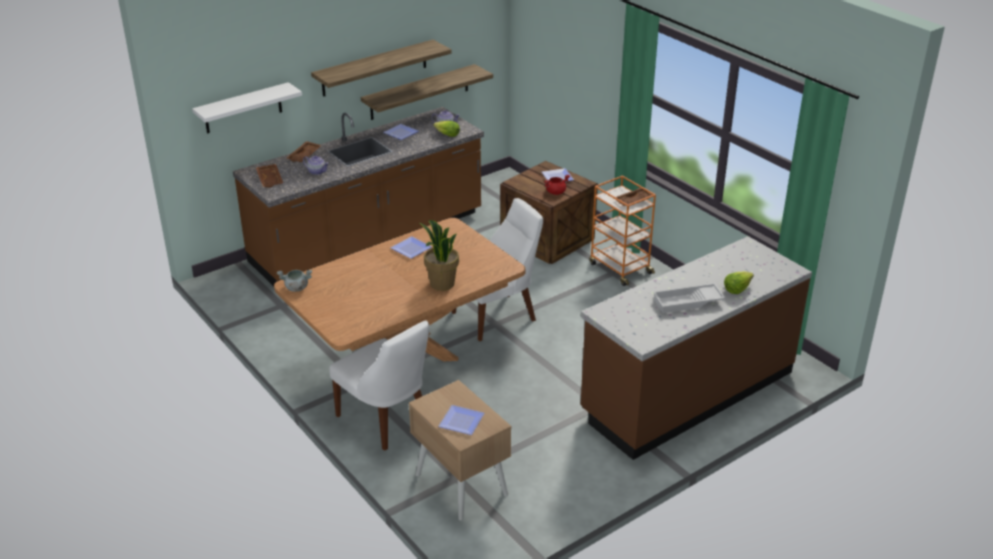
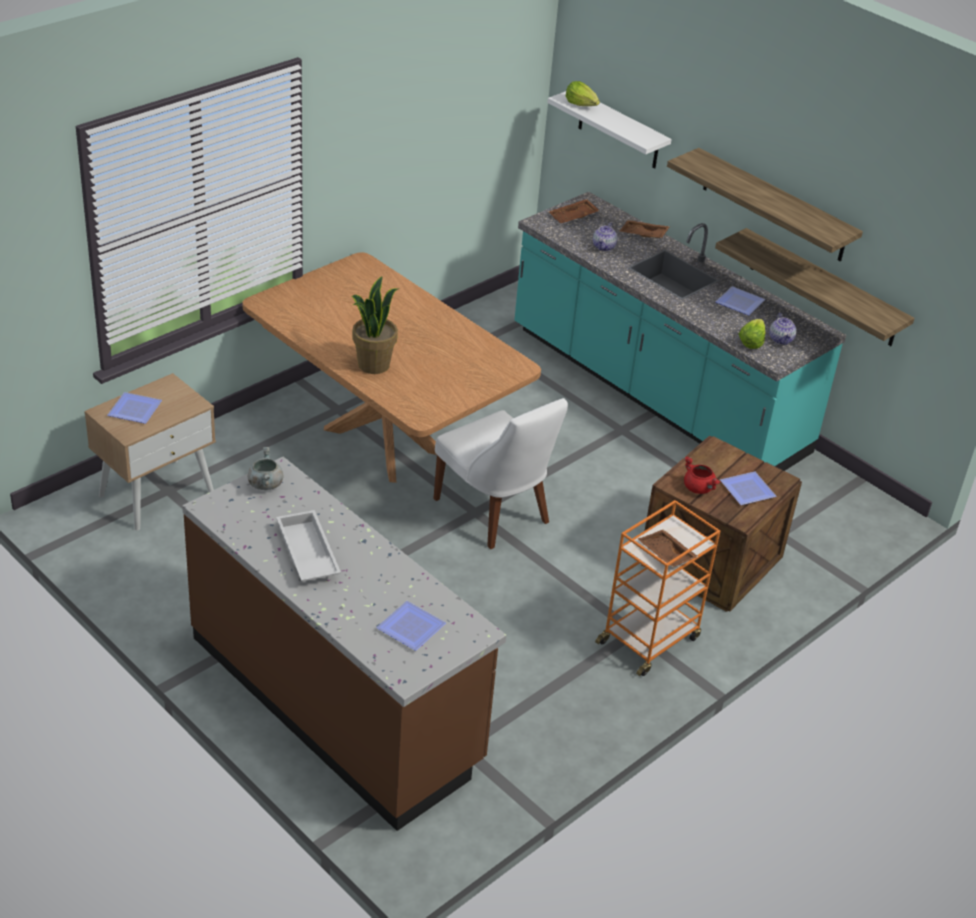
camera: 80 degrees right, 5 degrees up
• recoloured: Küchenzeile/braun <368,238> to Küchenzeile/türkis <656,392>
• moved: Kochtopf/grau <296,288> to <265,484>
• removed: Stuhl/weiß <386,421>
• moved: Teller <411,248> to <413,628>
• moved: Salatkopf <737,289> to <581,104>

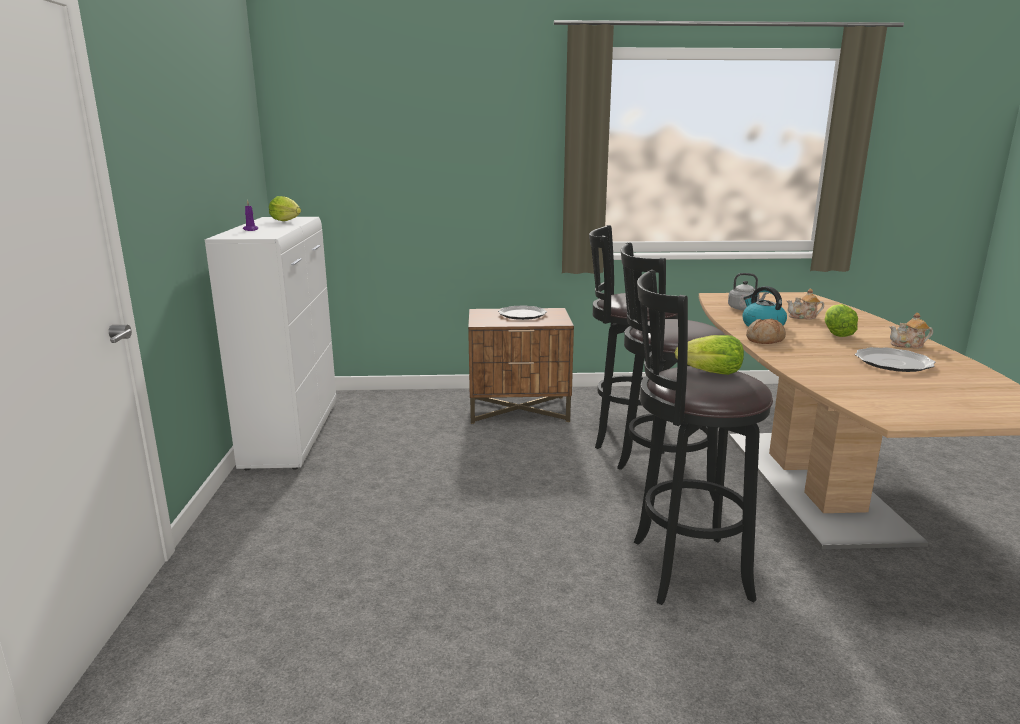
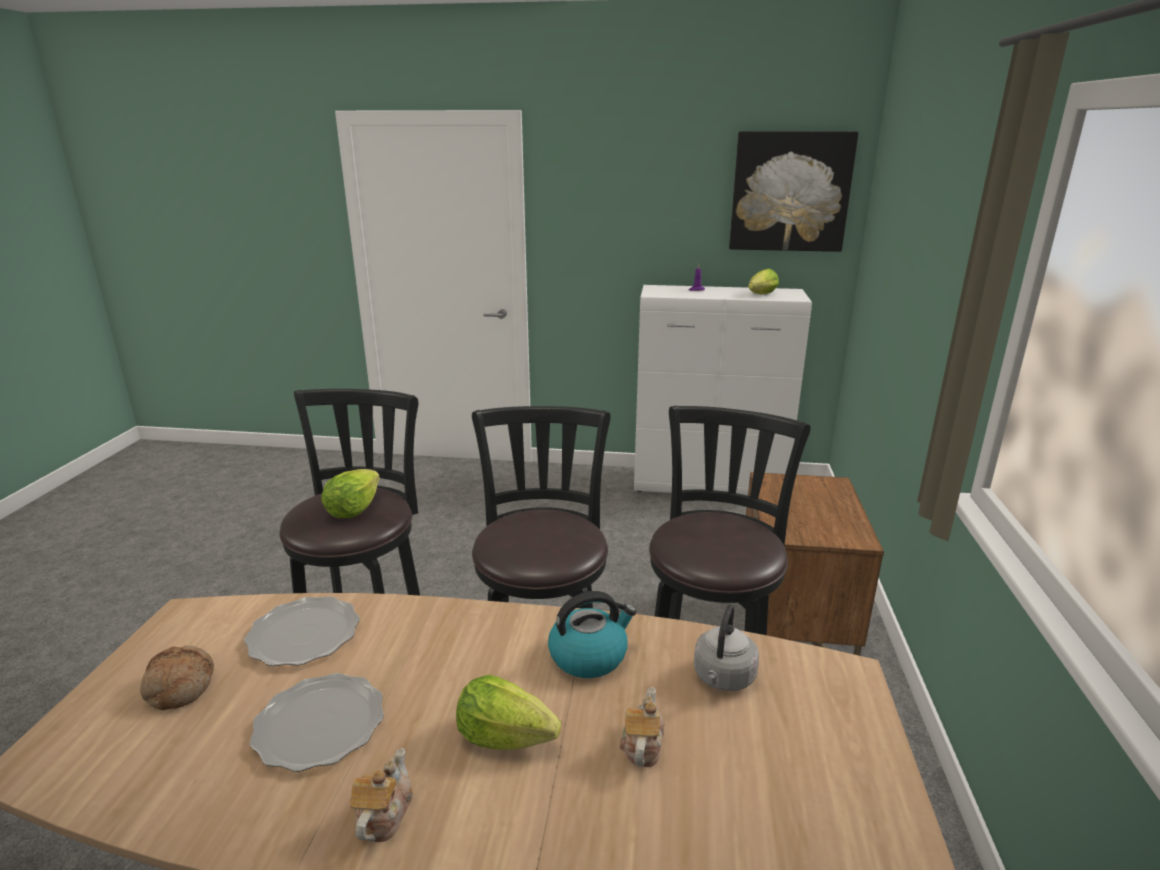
camera: 100 degrees right, 5 degrees up
• moved: Teller <522,315> to <303,635>
• moved: Brot <765,340> to <179,687>
• added: Bild <790,192>

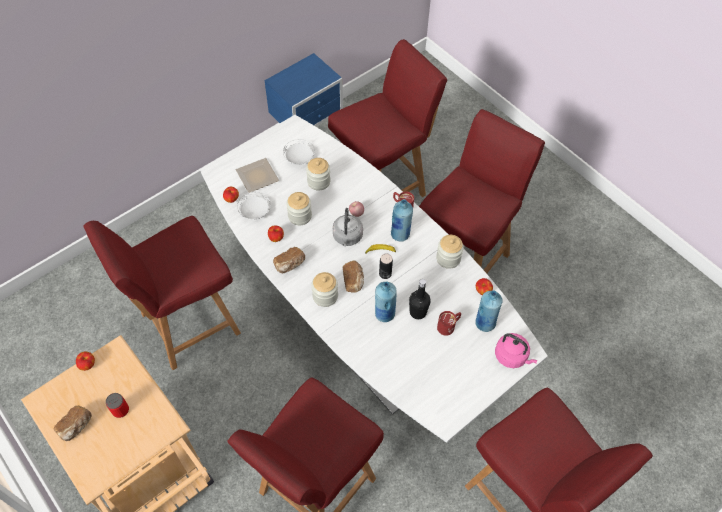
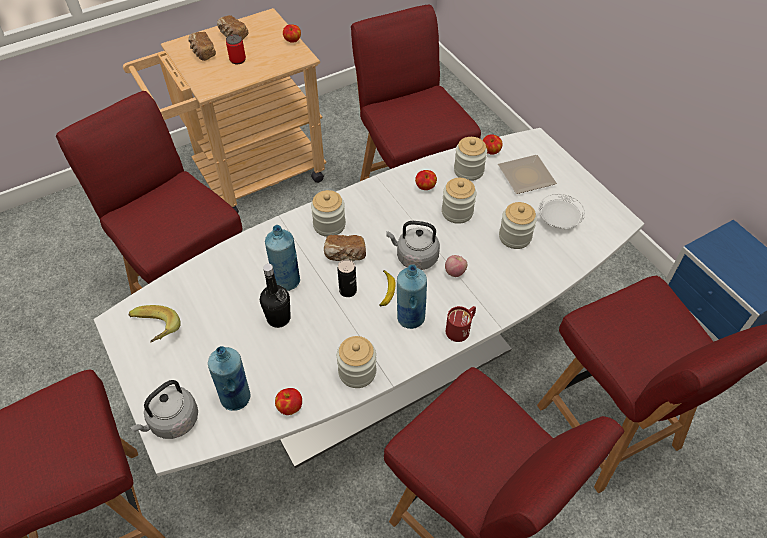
camera: 100 degrees right, 5 degrees down
• replaced: Teller/weiß <254,212> to Vorratsglas <468,170>
• moved: Brot <290,265> to <202,53>
• removed: Henkelbecher/rot <449,326>
• recoloured: Wasserkessel/rosa <512,356> to Wasserkessel/grau <172,421>
• added: Banane <154,333>

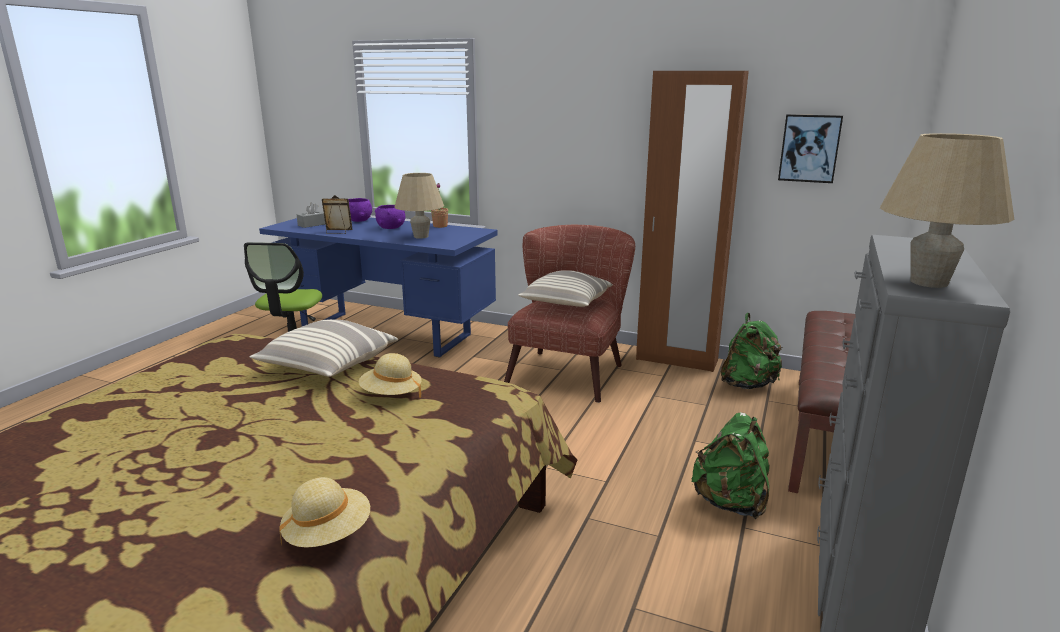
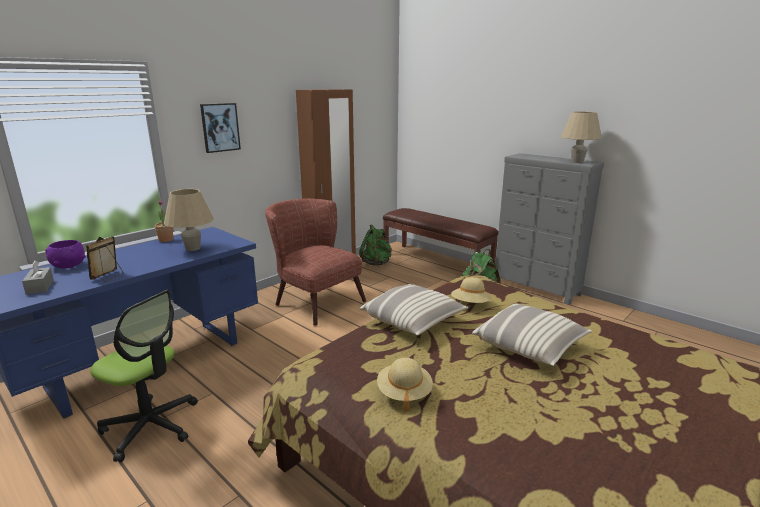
camera: 70 degrees left, 0 degrees up
• moved: Hut/beige <328,534> to <404,393>
• removed: Schüssel/lila <391,228>
• moved: Kissen <566,303> to <530,346>
• moved: Bild <809,148> to <220,127>

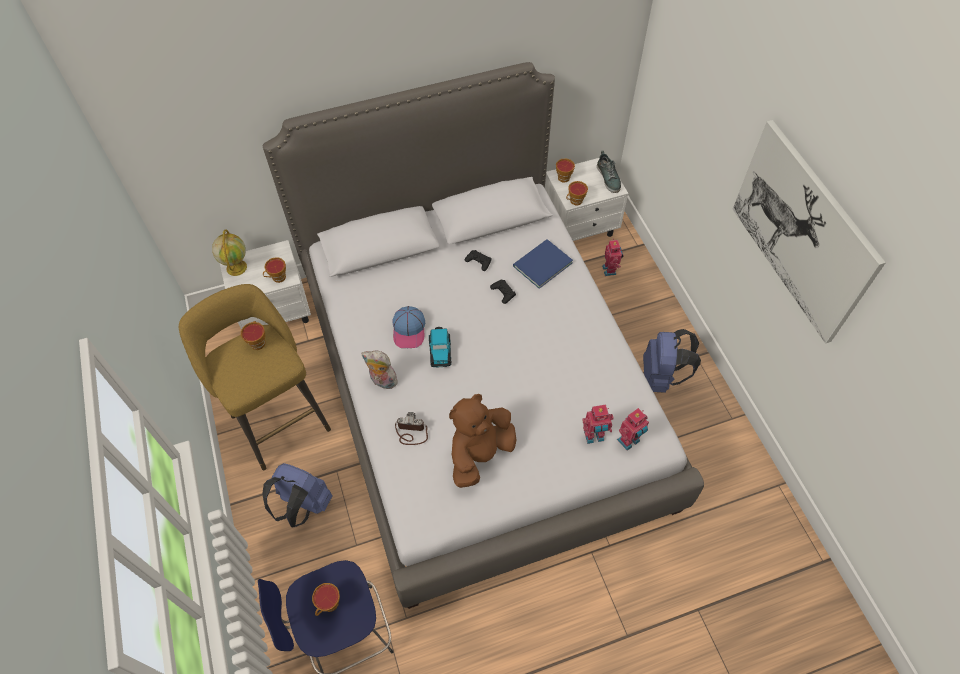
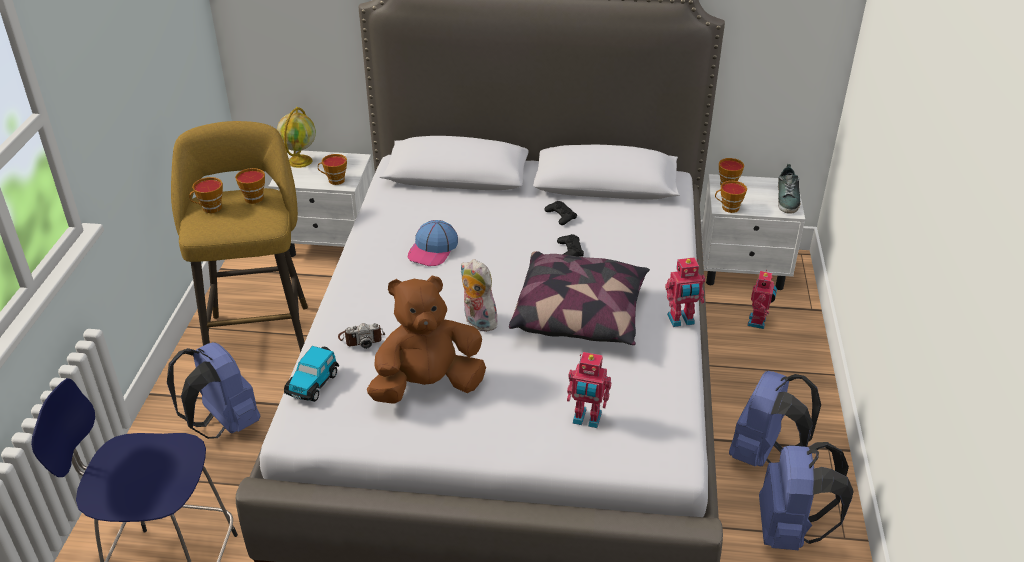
camera: 25 degrees right, 20 degrees down
• moved: Tasse <328,605> to <209,209>
• moved: Plüschtier <382,381> to <477,321>
• turned: Kamera <411,432> = <362,338> 135 degrees clockwise
• moved: Spielzeugauto <440,352> to <313,383>
• removed: Buch/blau <540,264>
• moved: Spielzeugroboter <629,441> to <681,320>
• removed: Bild <802,231>
• added: Kissen <580,315>
• added: Rucksack/blau <790,531>

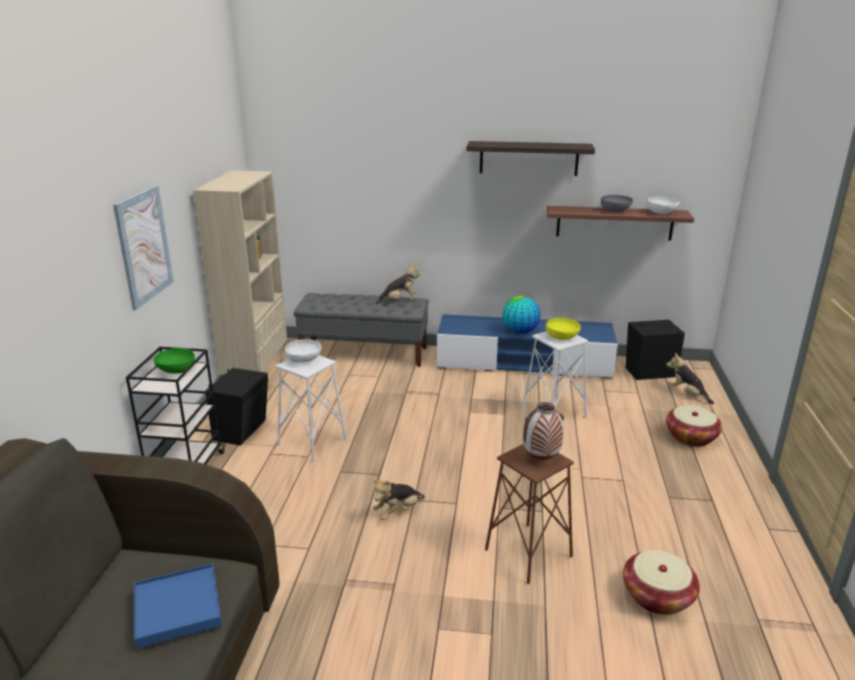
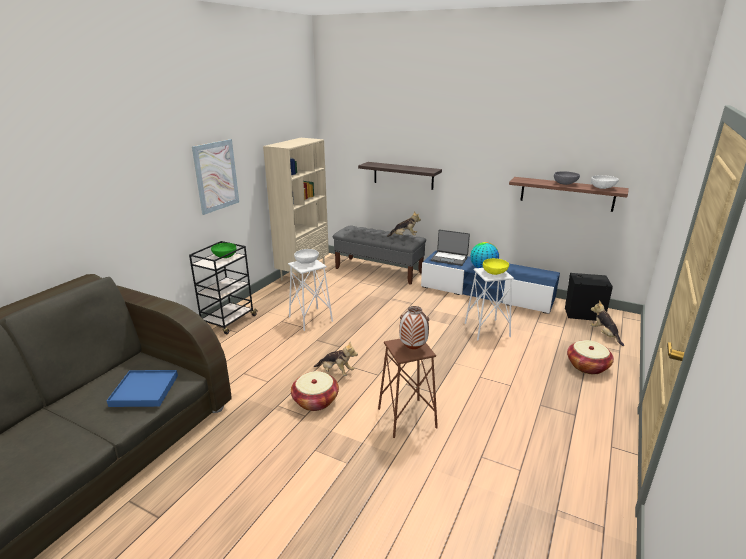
camera: 20 degrees right, 0 degrees up
• removed: Lautsprecher/schwarz <243,430>
• turned: Plüschtier <397,512> = <336,372> 135 degrees counterclockwise
• moved: Wandregal <528,158> to <403,175>
• moved: Korb <657,596> to <315,401>
• added: Laptop <449,259>

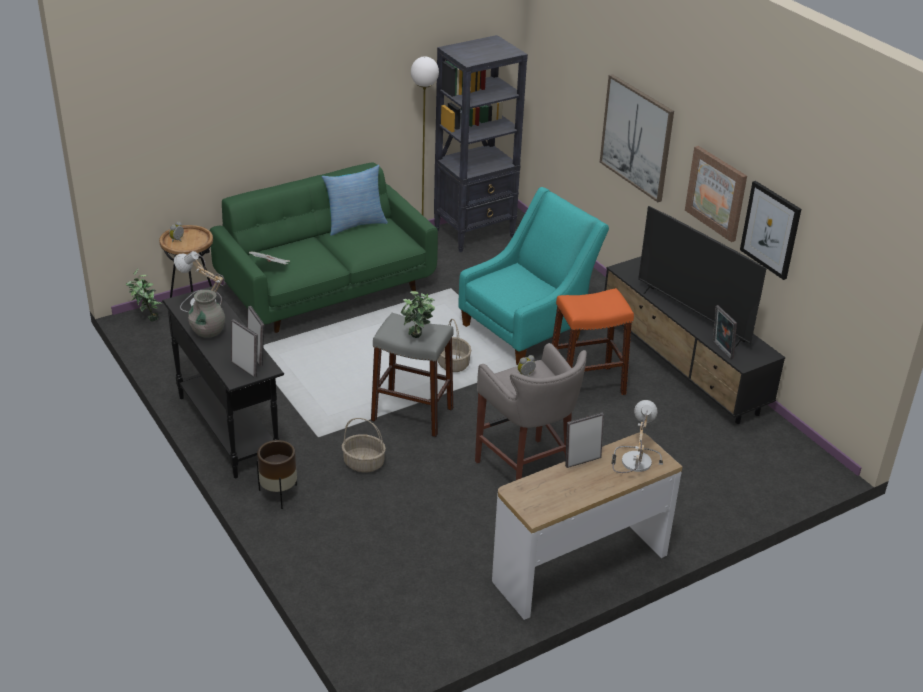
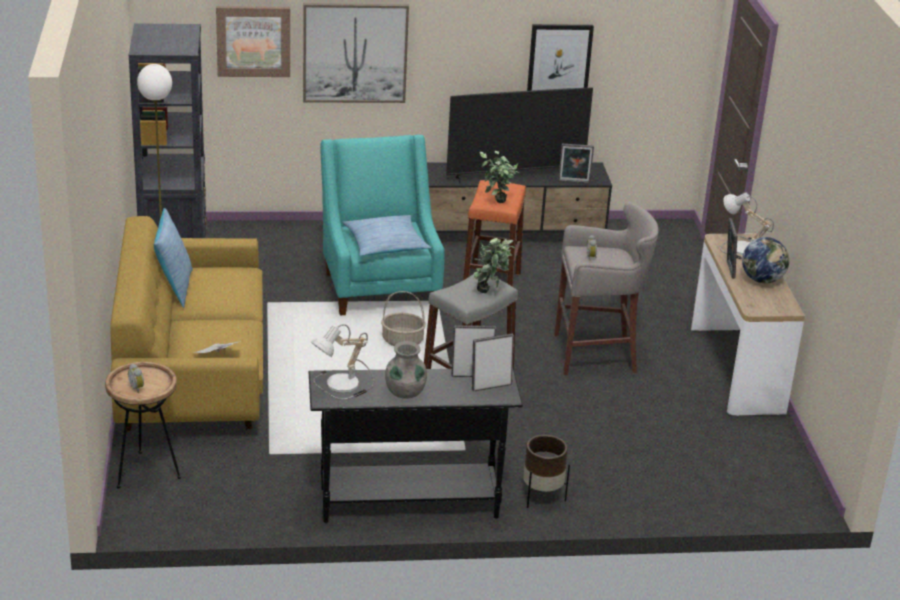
camera: 65 degrees left, 5 degrees down
• moved: Topfpflanze <147,319> to <497,204>
• recoloured: Sofa/grün <327,288> to Sofa/gelb <192,374>
• removed: Korb <363,463>
• moved: Bild <716,193> to <253,41>
• added: Kissen <385,244>
• added: Globus <762,280>

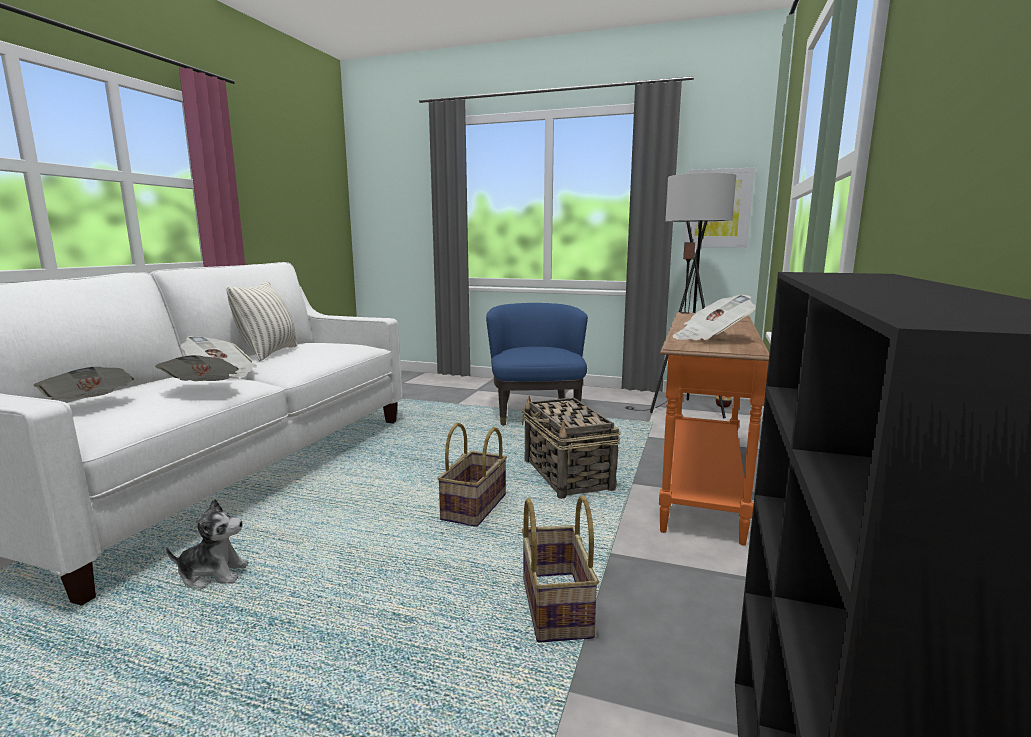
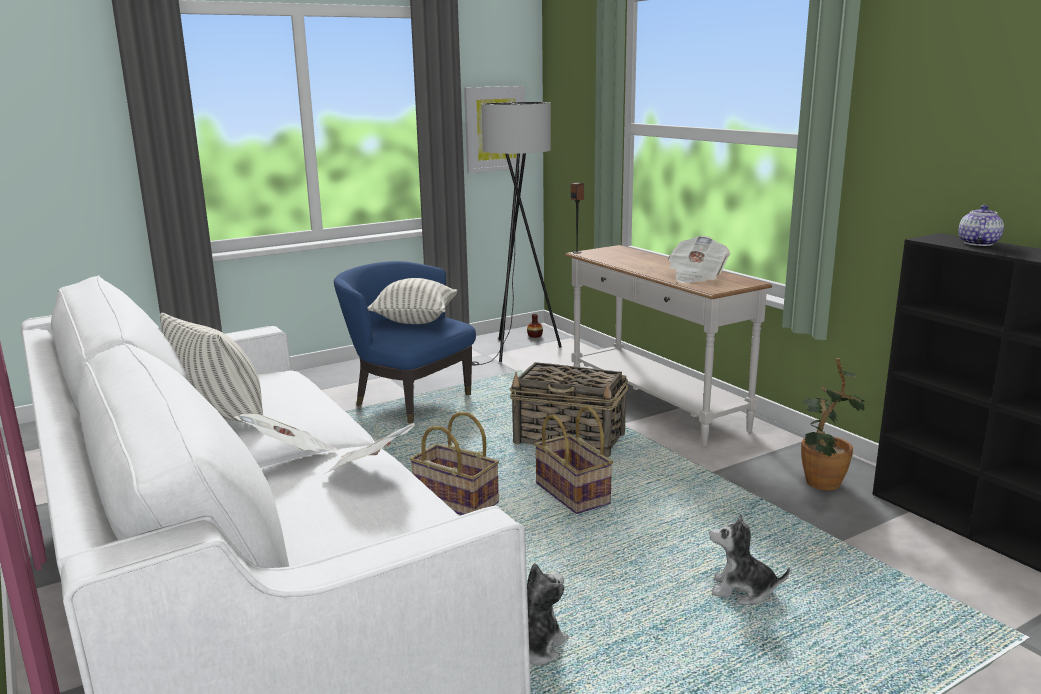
camera: 50 degrees left, 5 degrees up
• removed: Zeitung <91,405>
• moved: Korb <554,606> to <454,502>
• recoloured: Konsolentisch/orange <700,483> to Konsolentisch/weiß <654,405>
• added: Kissen <415,320>
• added: Plüschtier <742,590>
• added: Topfpflanze <819,486>
• added: Teekanne <978,243>

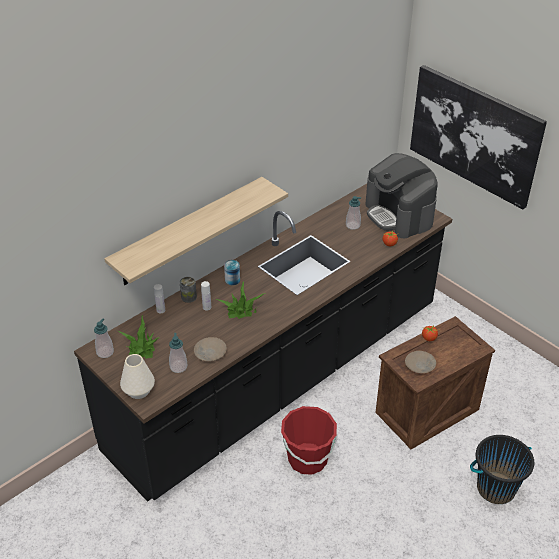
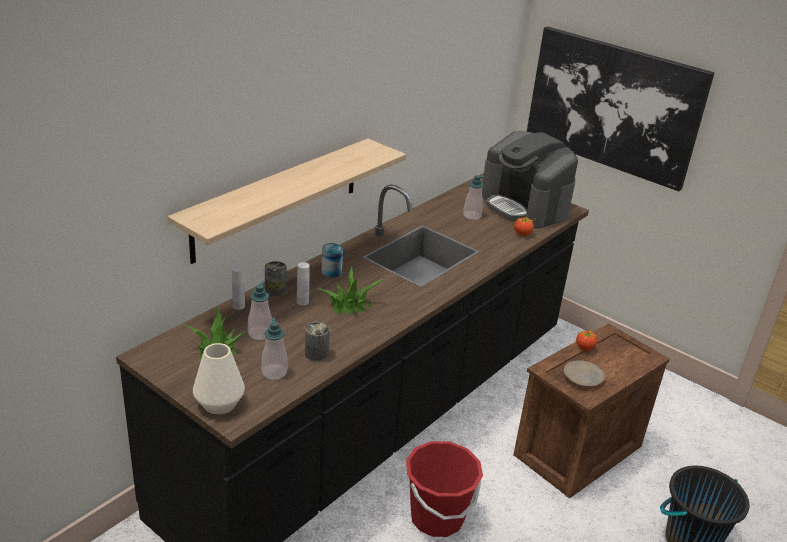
camera: 10 degrees left, 10 degrees down
• moved: Seifenspender <105,352> to <260,333>
• replaced: Teller/beige <210,352> to Dose <316,354>

